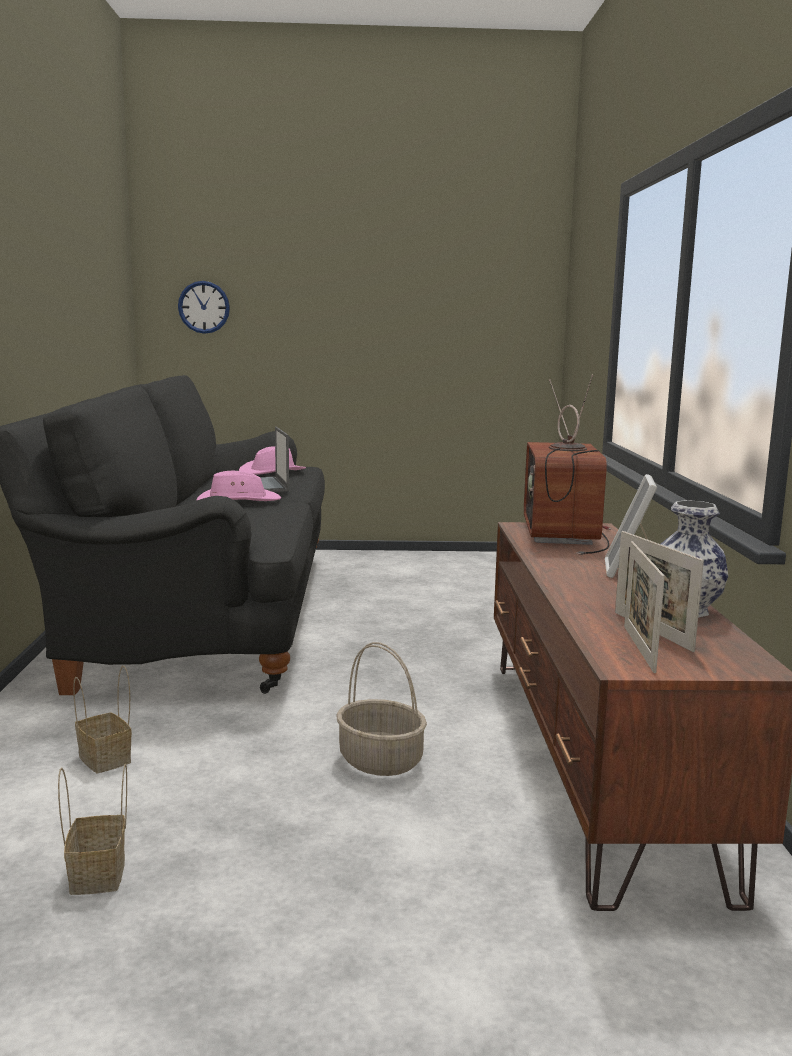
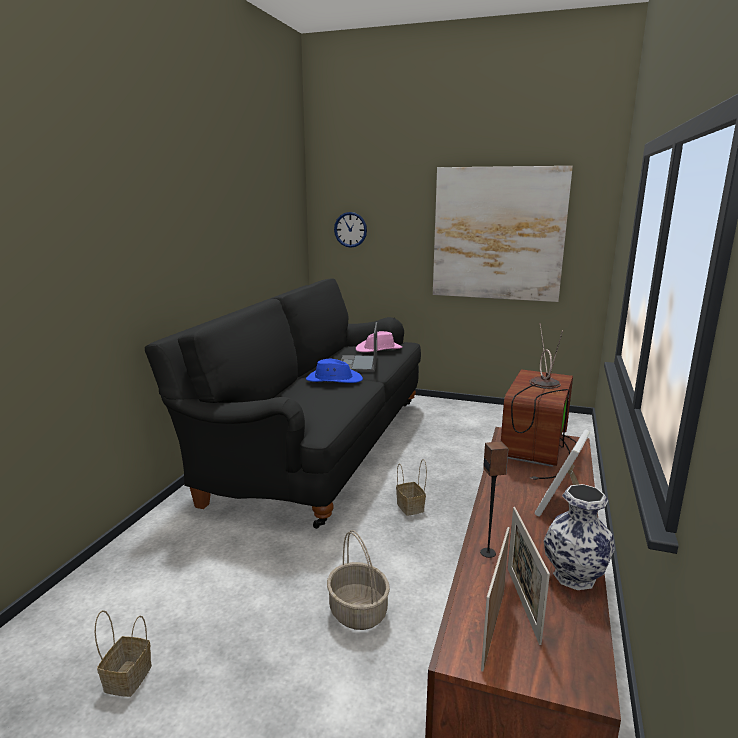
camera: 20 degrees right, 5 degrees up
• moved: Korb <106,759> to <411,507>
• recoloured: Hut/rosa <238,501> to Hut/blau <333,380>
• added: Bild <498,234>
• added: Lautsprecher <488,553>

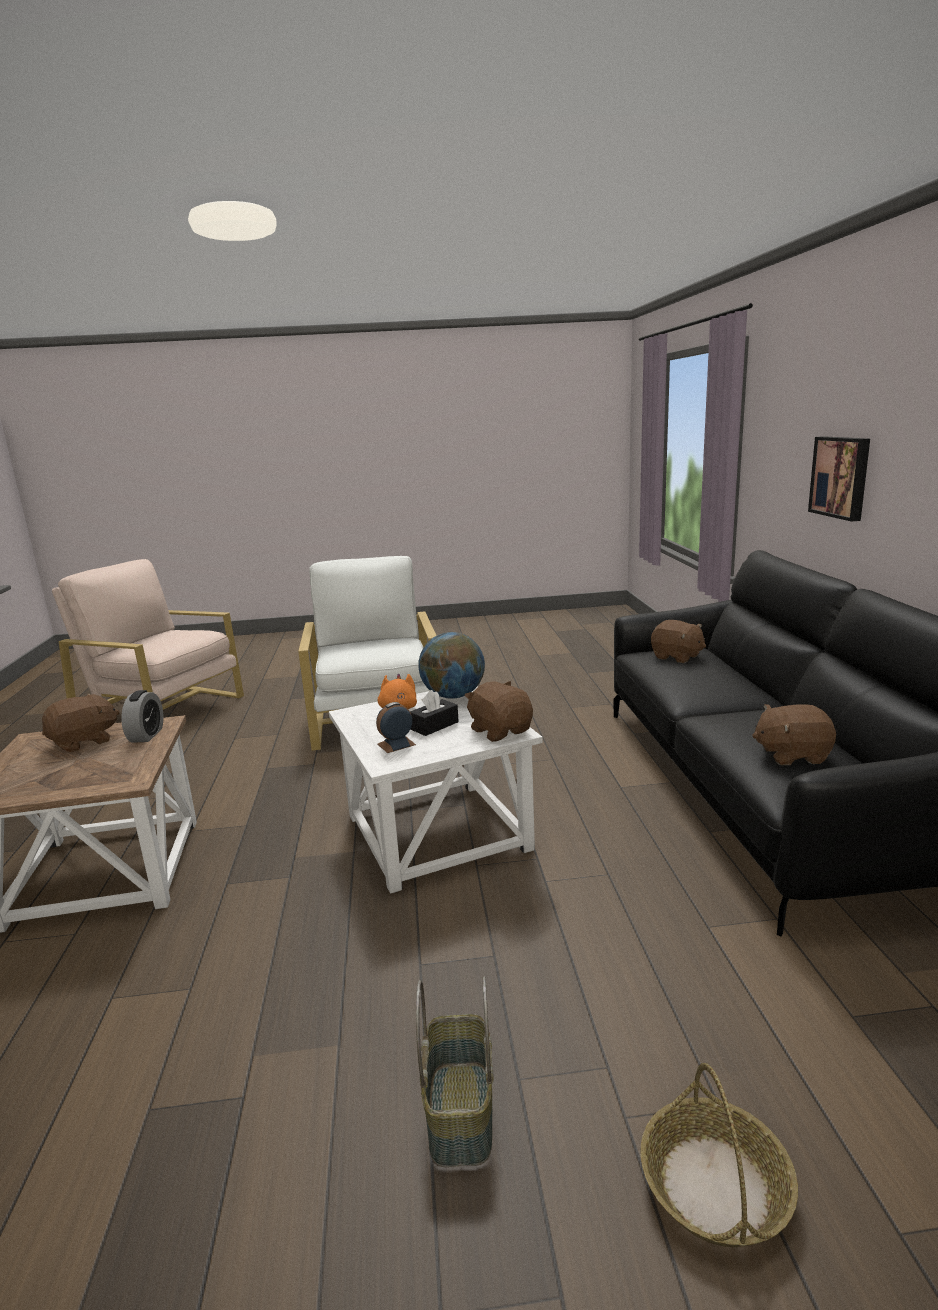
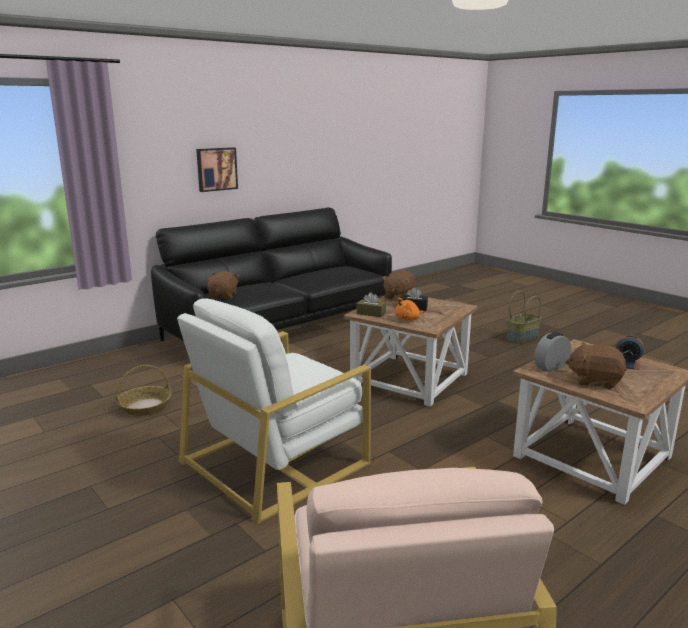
camera: 125 degrees left, 0 degrees up
• recoloured: Beistelltisch/weiß <436,834> to Beistelltisch/braun <411,379>
• moved: Wecker <396,744> to <627,364>
• replaced: Globus <453,696> to Taschentuchbox/braun <371,313>
• moved: Korb <715,1187> to <145,406>
• removed: Plüschtier/braun <791,755>

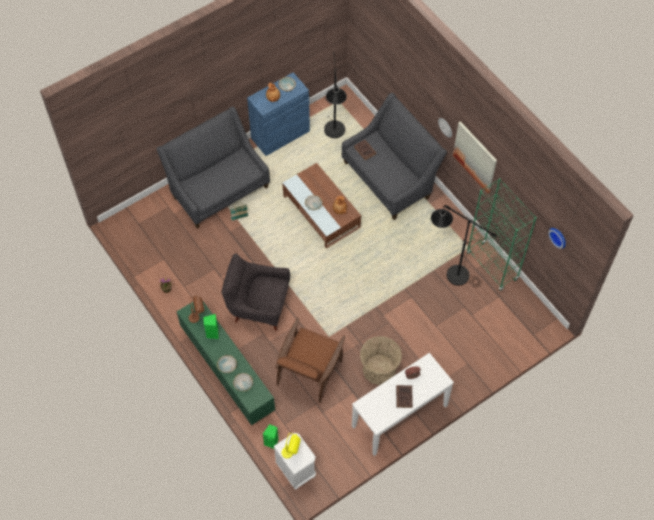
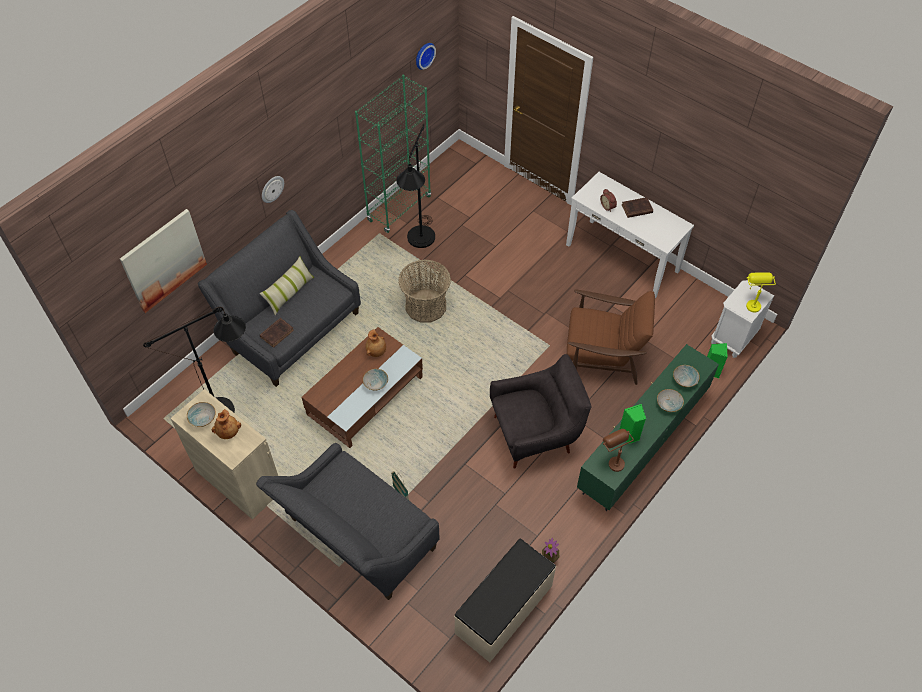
camera: 105 degrees left, 5 degrees down
• turned: Sessel/grau <258,306> = <536,433> 105 degrees counterclockwise
• recoloured: Schrank/blau <280,135> to Schrank/beige <239,480>
• moved: Korb <379,369> to <426,306>
• moved: Bild <475,157> to <163,260>
• added: Kissen <289,293>
• added: Bank/beige <504,610>

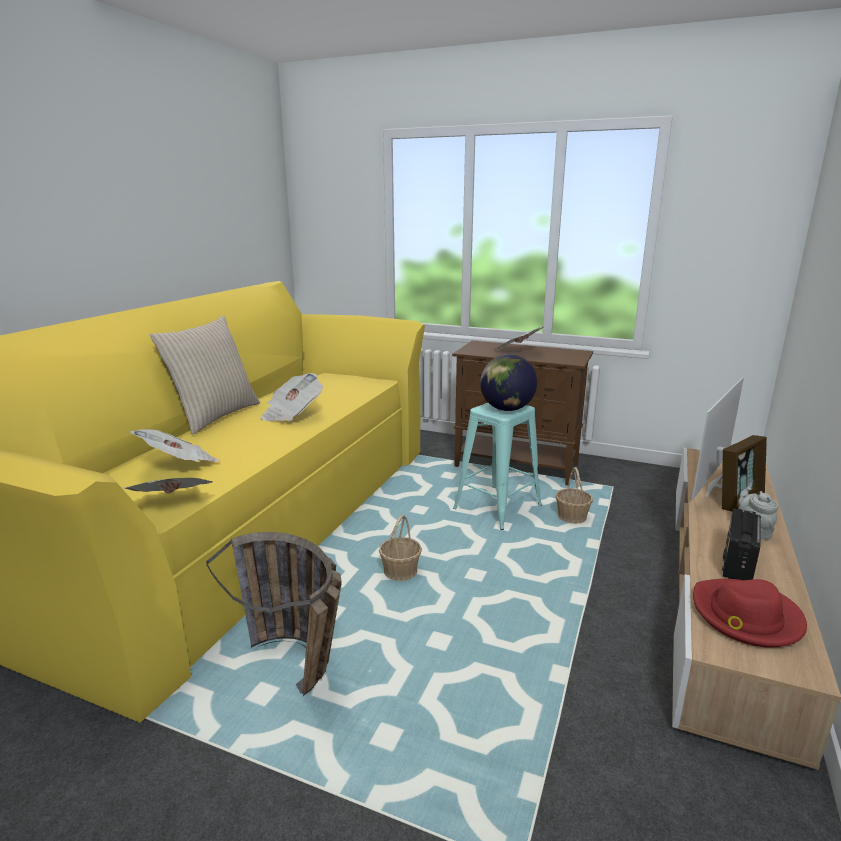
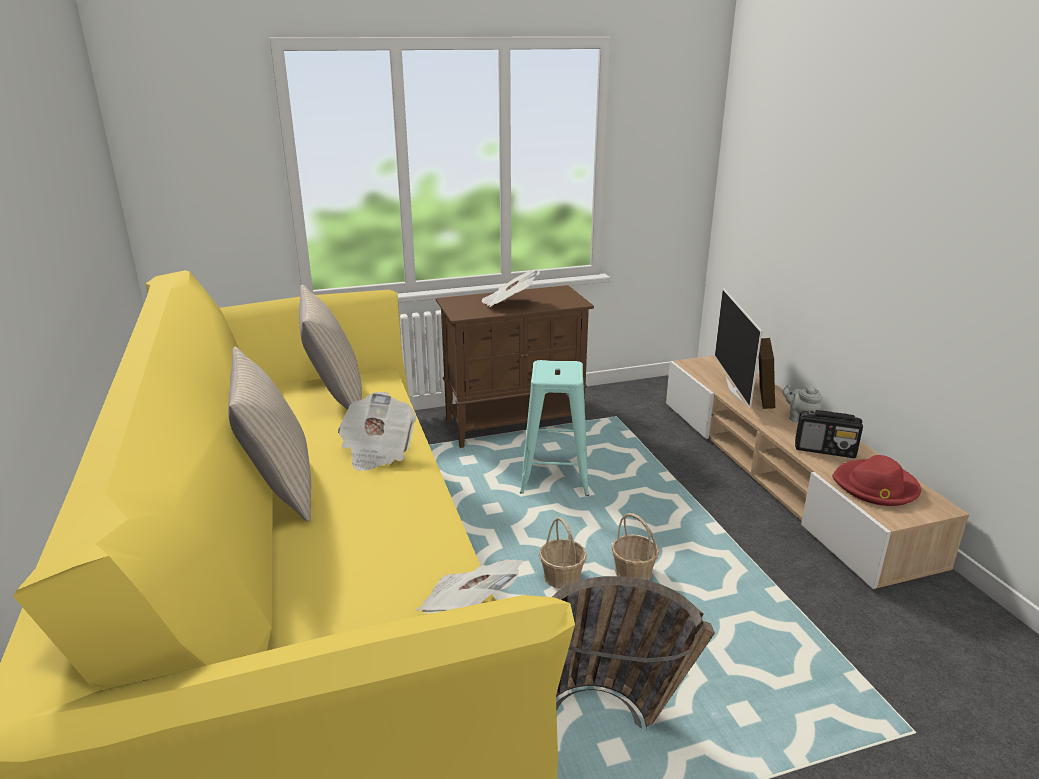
camera: 40 degrees left, 5 degrees up
• removed: Zeitung <180,465>
• removed: Globus <506,409>
• moved: Korb <571,517> to <633,573>
• turned: Radio <737,564> = <825,450> 60 degrees counterclockwise
• added: Kissen/beige <335,398>

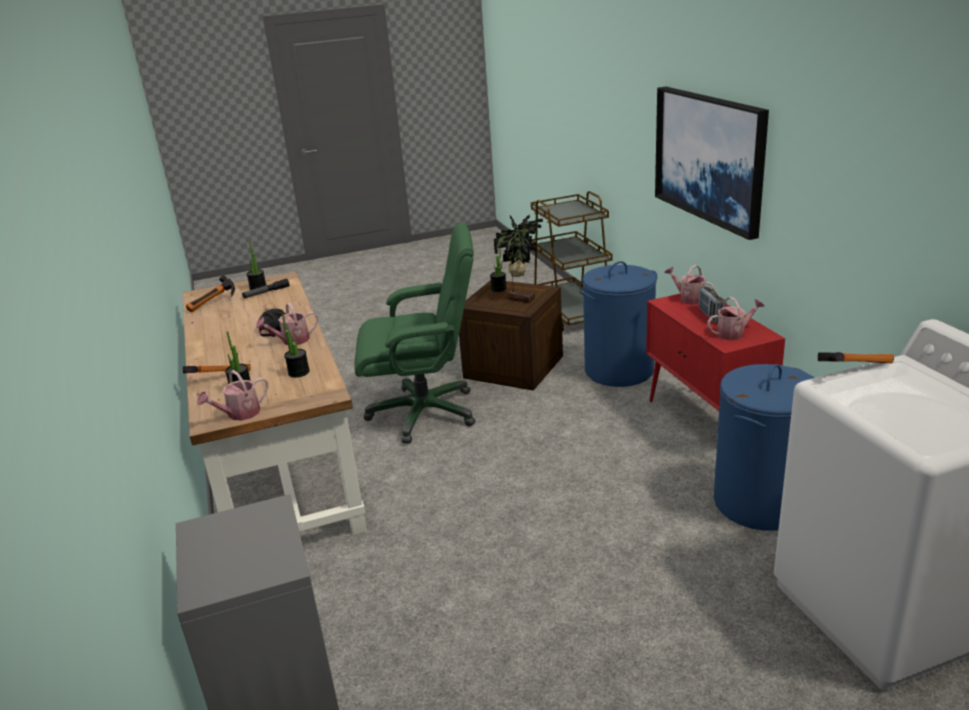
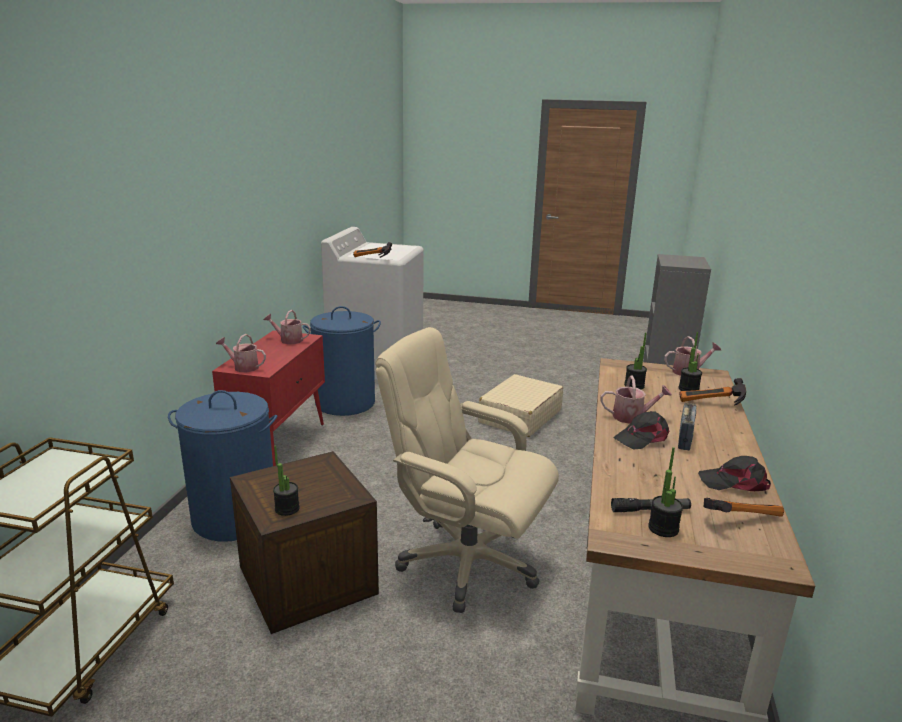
camera: 150 degrees left, 5 degrees down
• recoloured: Bürostuhl/grün <425,412> to Bürostuhl/beige <466,563>
• removed: Topfpflanze <521,298>
• removed: Bild <709,157>
• turned: Gießkanne <688,298> = <243,367> 120 degrees clockwise
• moved: Radio <711,316> to <685,439>
• added: Koffer/beige <519,416>
• added: Kappe/schwarz <735,482>

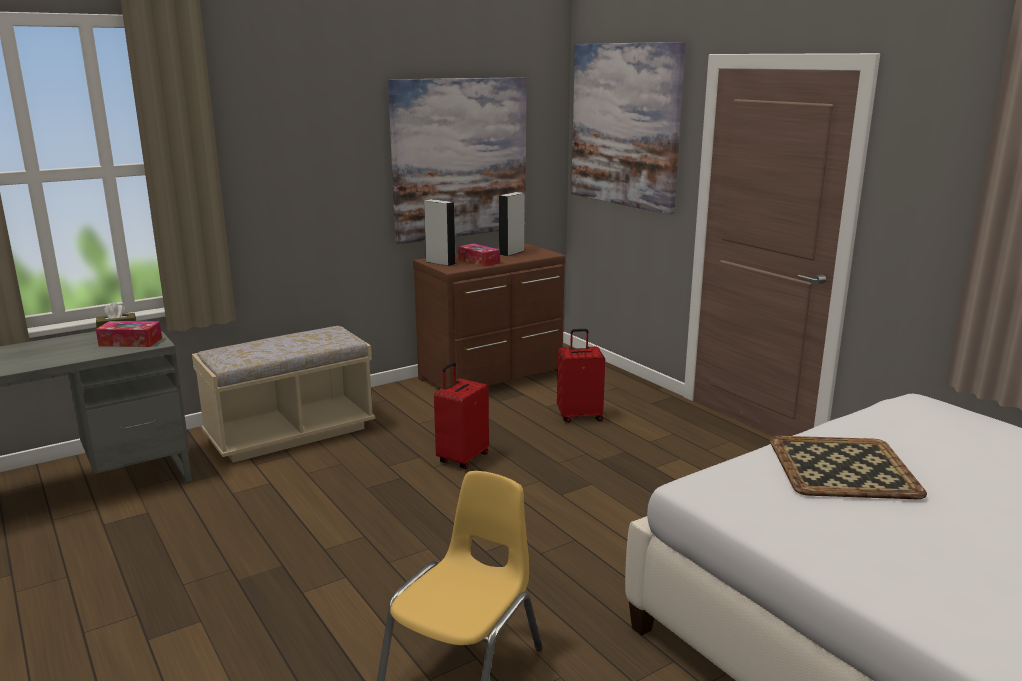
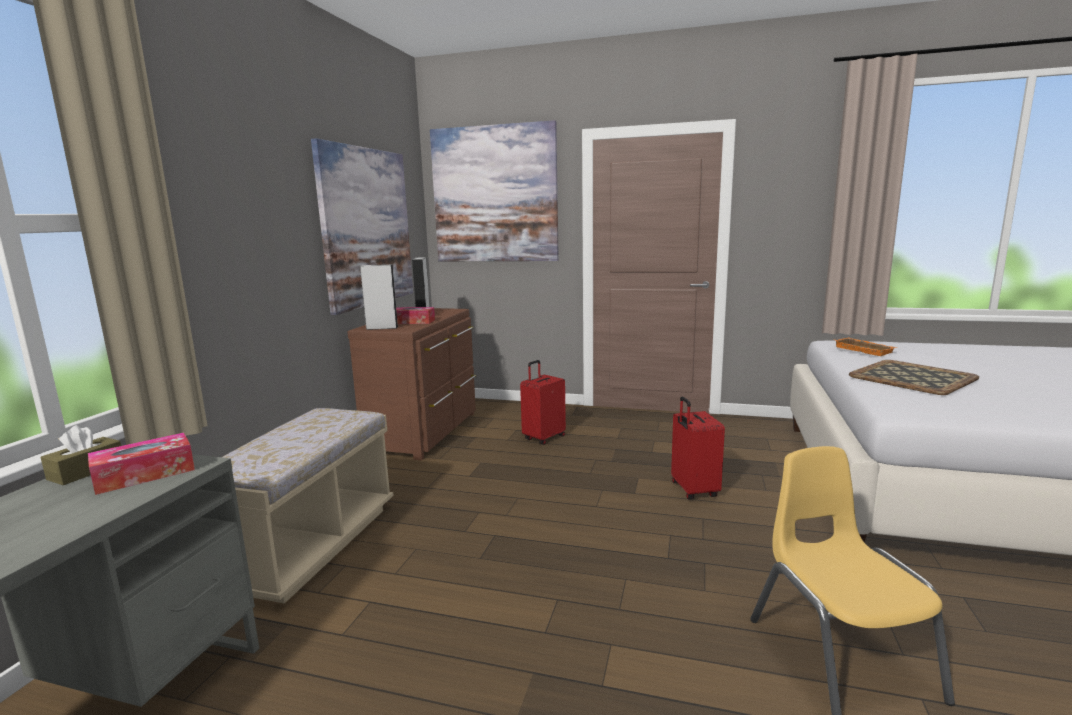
camera: 40 degrees left, 5 degrees down
• moved: Koffer/rot <462,458> to <693,490>
• added: Tablett/orange <865,350>

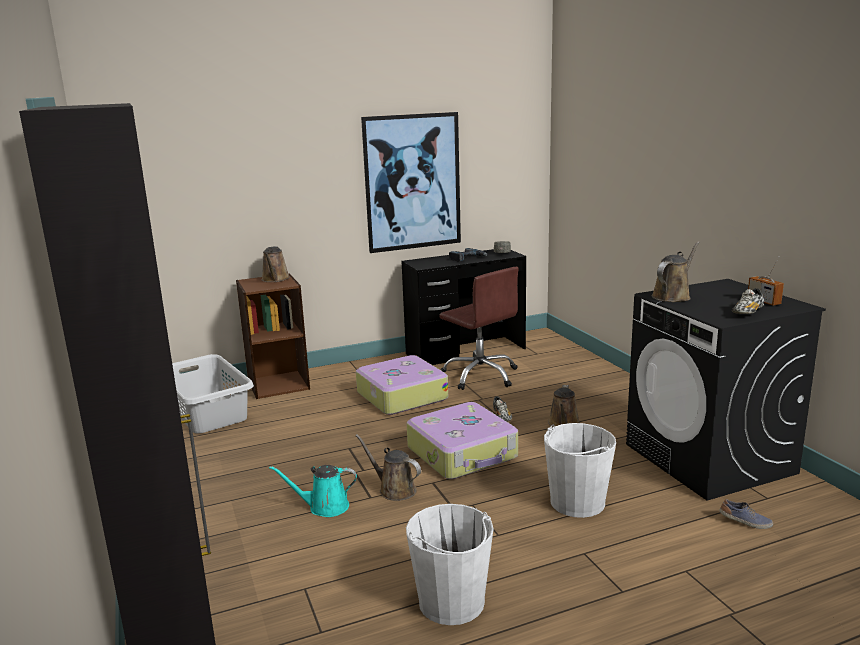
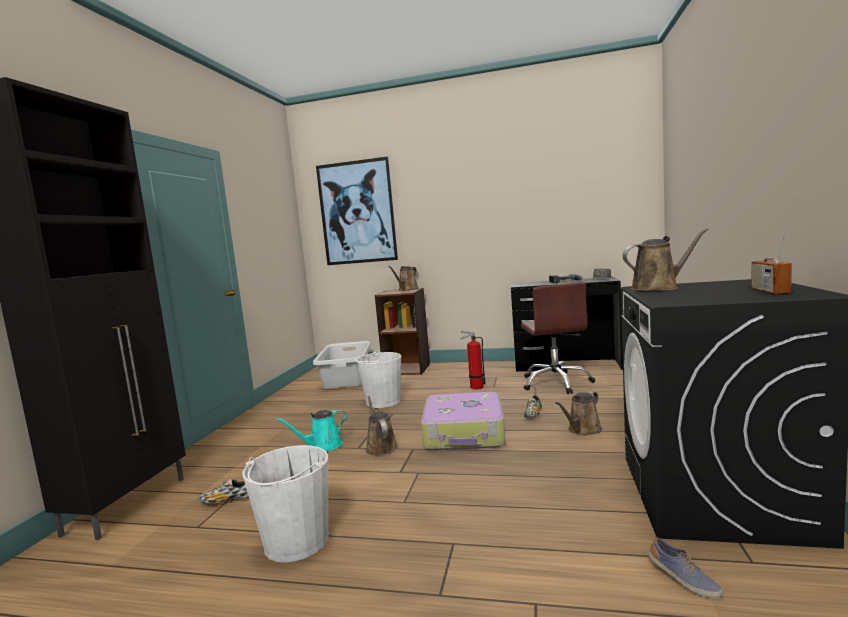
camera: 35 degrees right, 10 degrees down
• turned: Gießkanne/türkis <324,507> = <323,446> 60 degrees counterclockwise
• replaced: Koffer <401,396> to Feuerlöscher <475,387>
• moved: Bild <412,182> to <357,212>
• moved: Eimer/weiß <577,502> to <383,401>
• moved: Schuh <747,312> to <226,500>

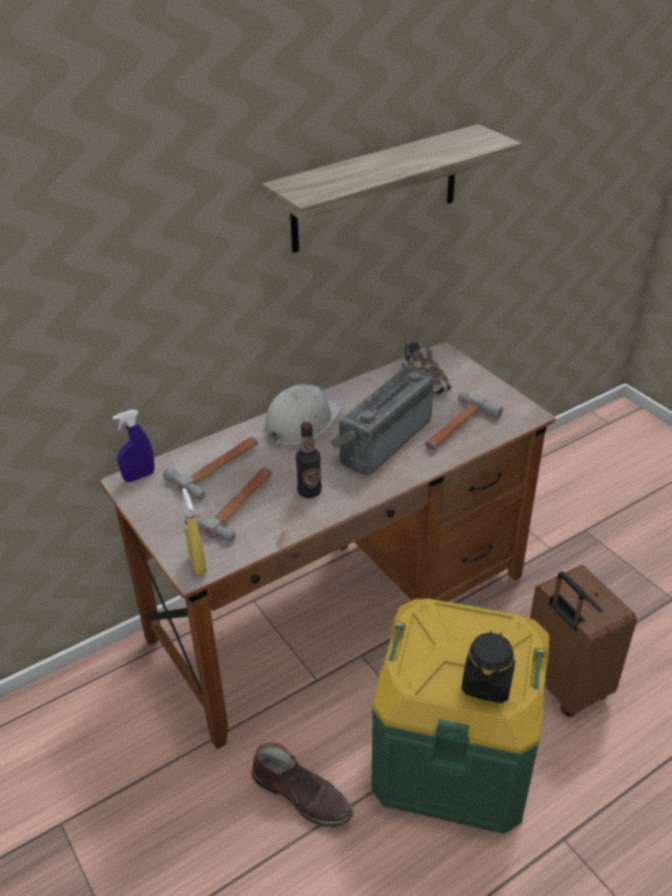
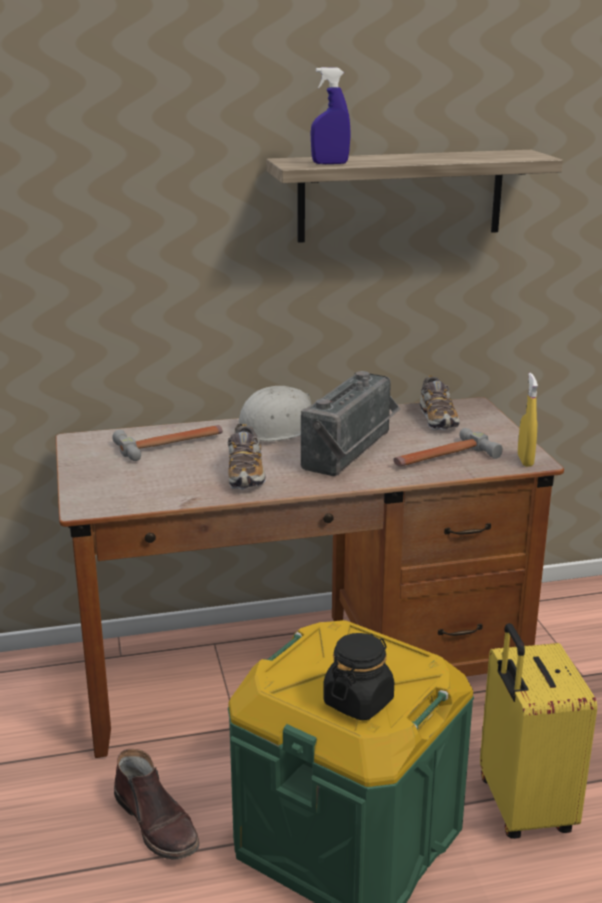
camera: 20 degrees right, 15 degrees down
• moved: Sprühflasche/blau <139,476> to <330,163>
• moved: Sprühflasche/gelb <198,564> to <525,460>
• removed: Hammer <238,505>
• replaced: Flasche <309,491> to Schuh <246,475>
• turned: Radio <381,439> = <353,452> 150 degrees clockwise
• recoloured: Koffer/braun <563,685> to Koffer/gelb <522,807>

